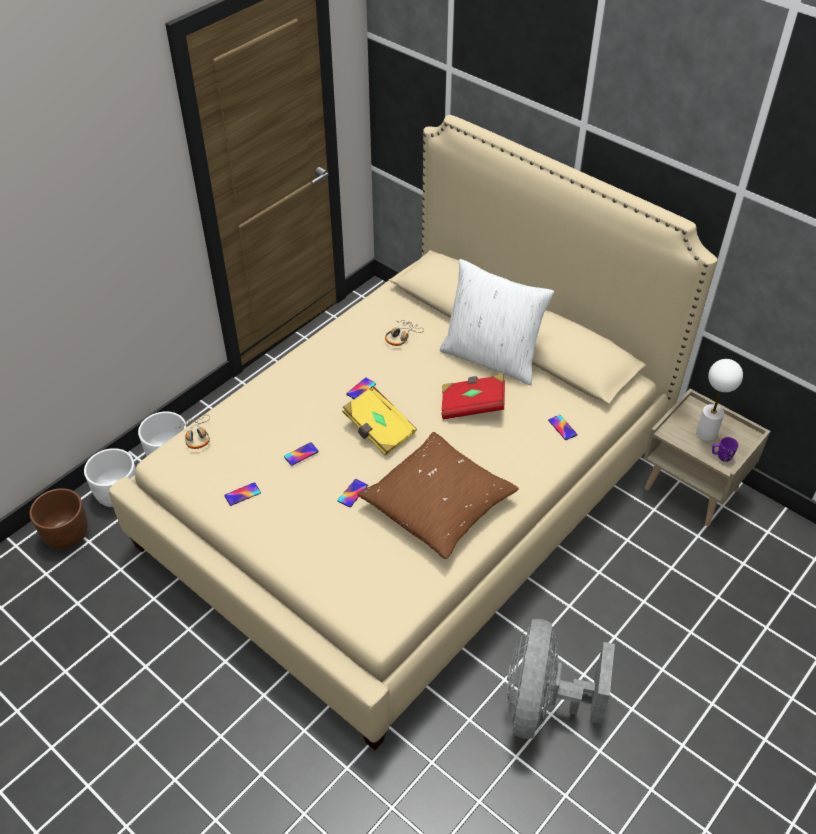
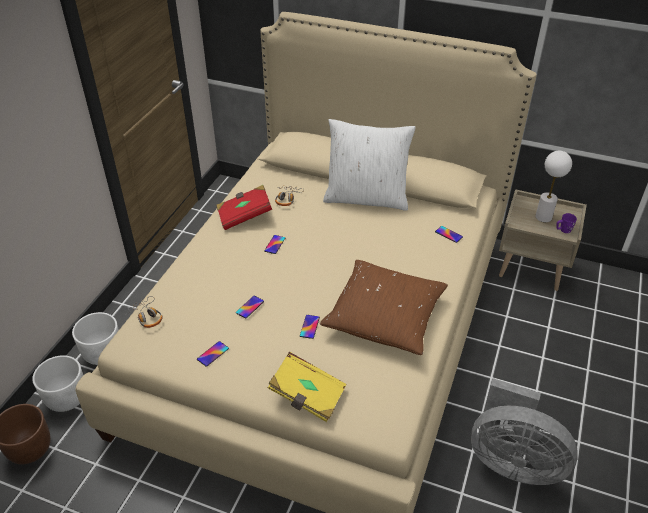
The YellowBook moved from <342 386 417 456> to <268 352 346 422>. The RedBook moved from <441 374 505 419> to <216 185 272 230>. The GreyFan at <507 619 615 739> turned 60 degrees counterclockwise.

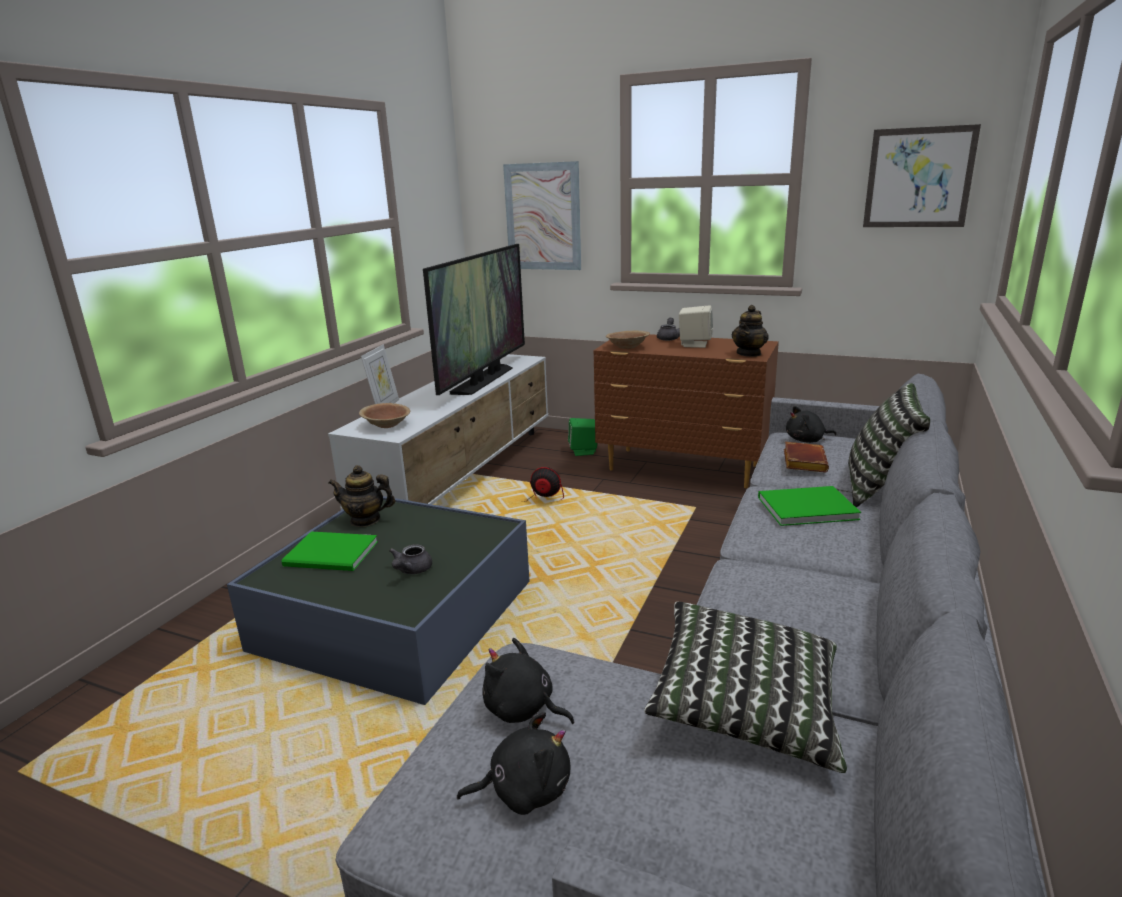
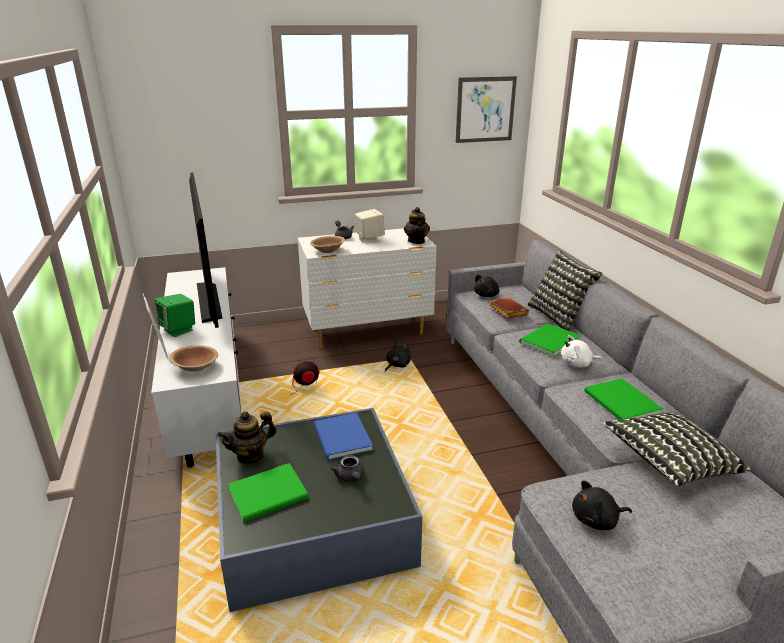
The Picture at <503 161 581 270> disappeared. The BlueBook at <314 413 373 460> appeared. The WhitePlushToy at <561 335 603 368> appeared. The GreenBook at <584 378 663 420> appeared. The BlackPlushToy moved from <457 712 570 815> to <385 342 411 372>. The GreenSpeaker moved from <568 418 597 456> to <155 294 195 337>. The BrownDresser at <594 334 779 488> became the WhiteDresser at <298 228 437 348>.

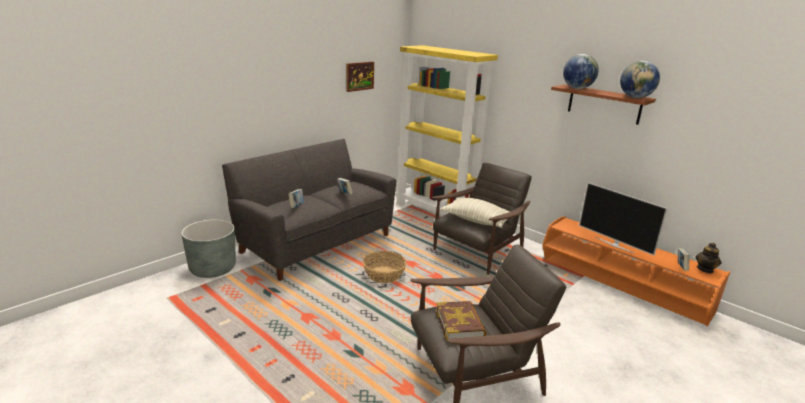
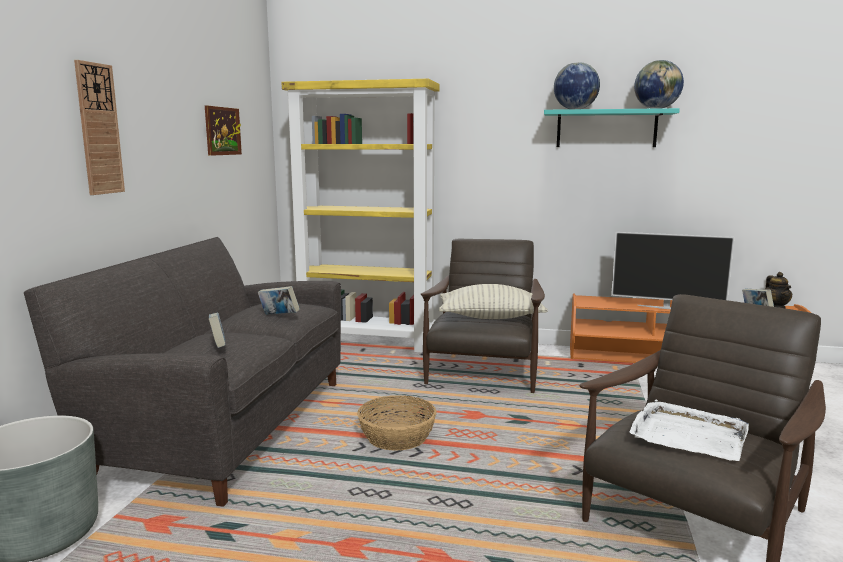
The WallClock at <74 60 125 195> appeared. The Book at <436 301 487 340> was replaced by the WhiteTray at <630 399 749 461>. The BrownShelf at <551 84 656 125> became the TurquoiseShelf at <544 108 680 147>.

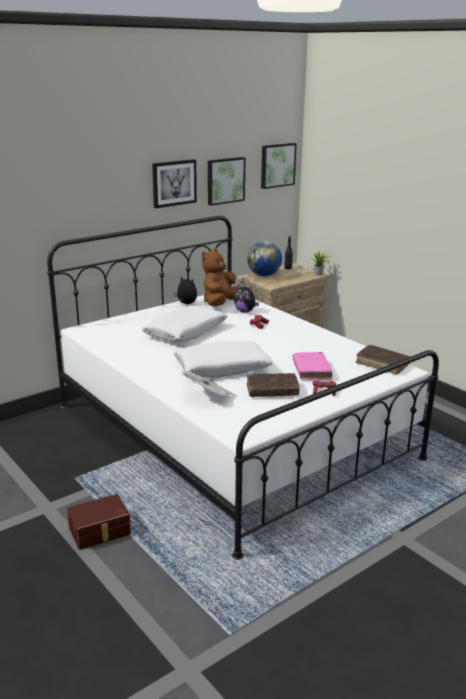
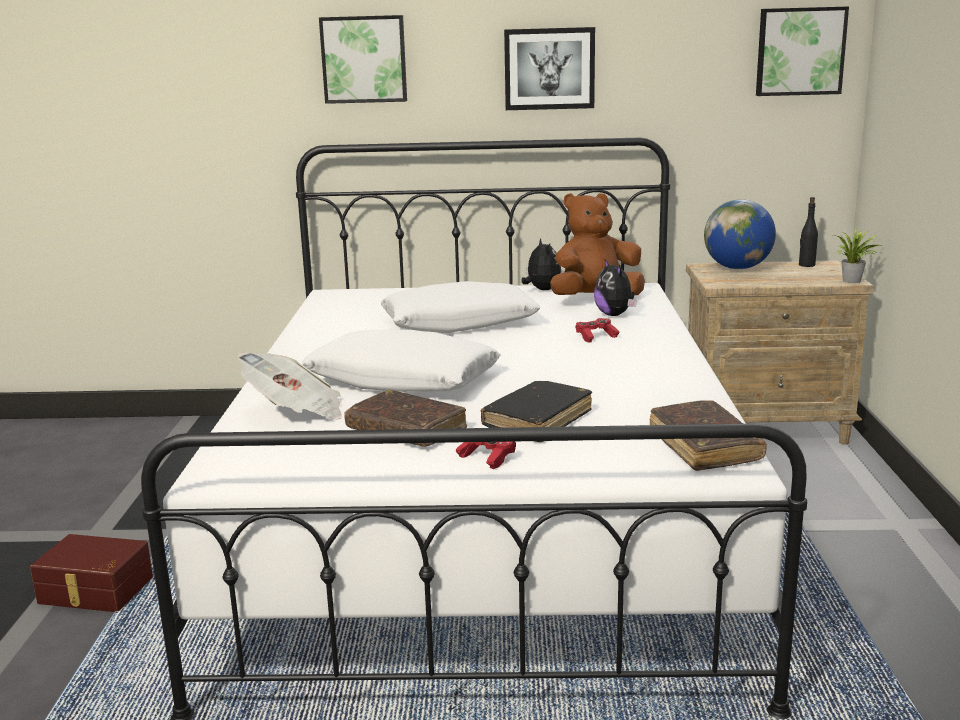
The Picture moved from <208 157 246 206> to <319 15 407 104>. The PinkBook at <293 352 332 380> became the BlackBook at <481 381 592 442>.

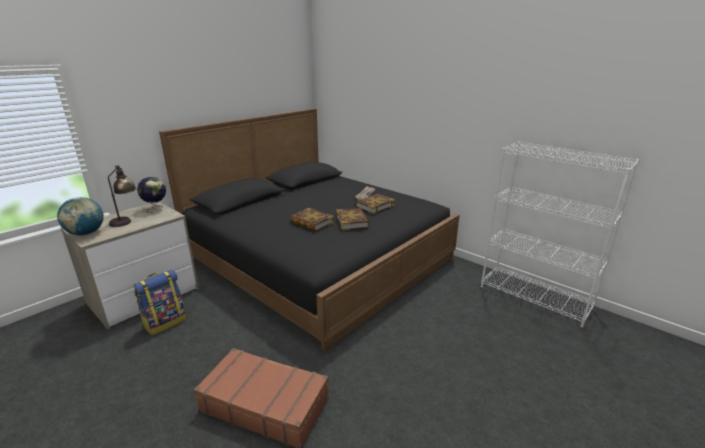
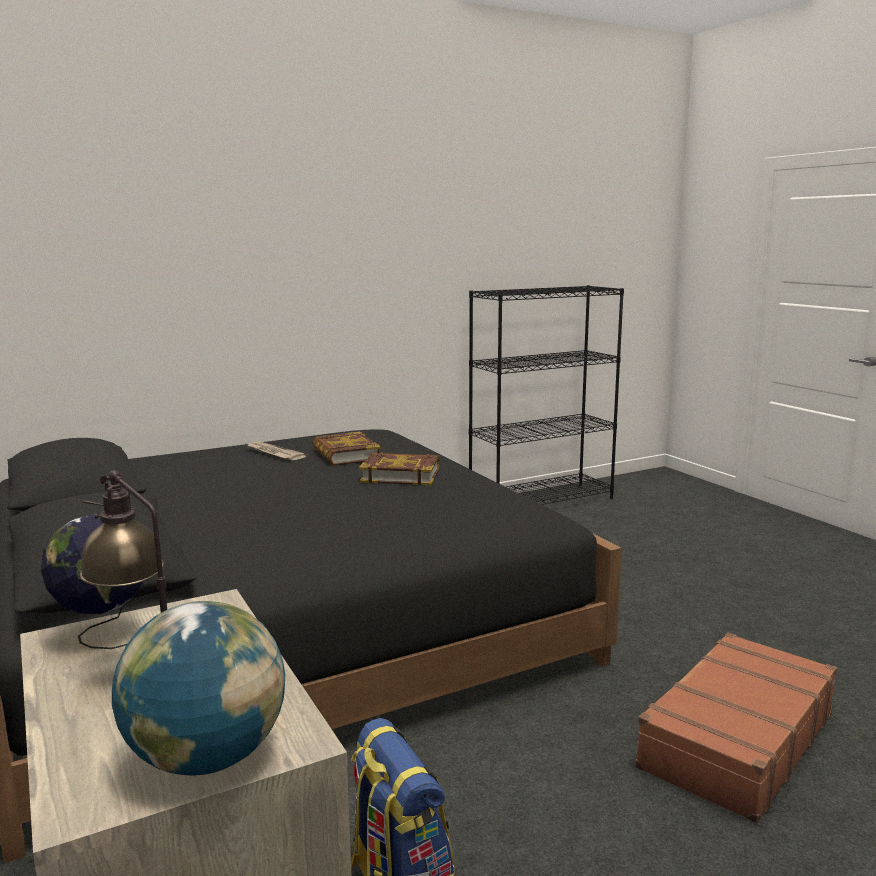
The Book at <290 208 334 231> disappeared. The WhiteBookcase at <481 141 639 328> became the BlackBookcase at <469 285 624 505>.

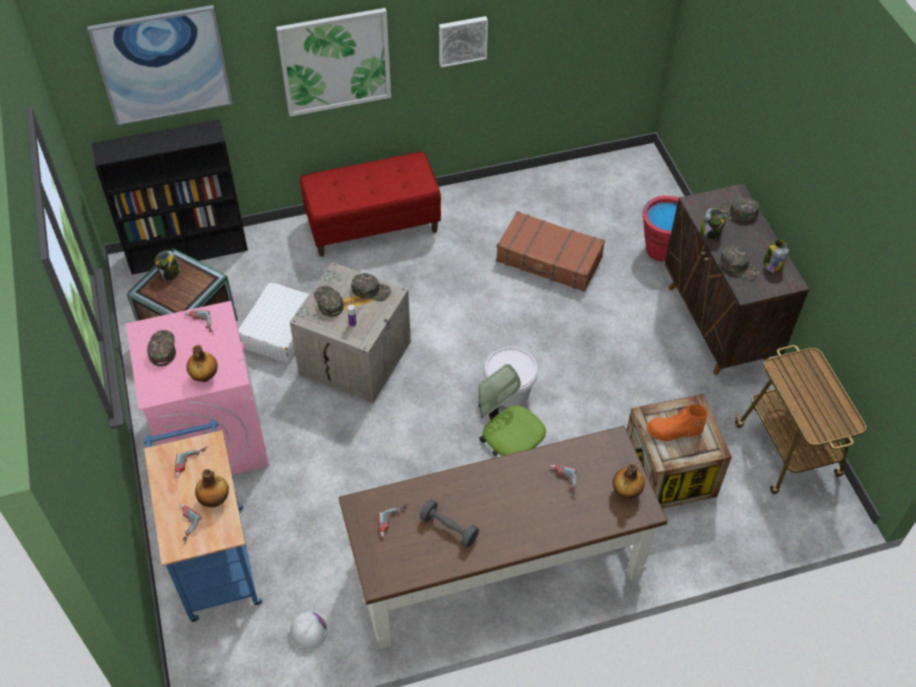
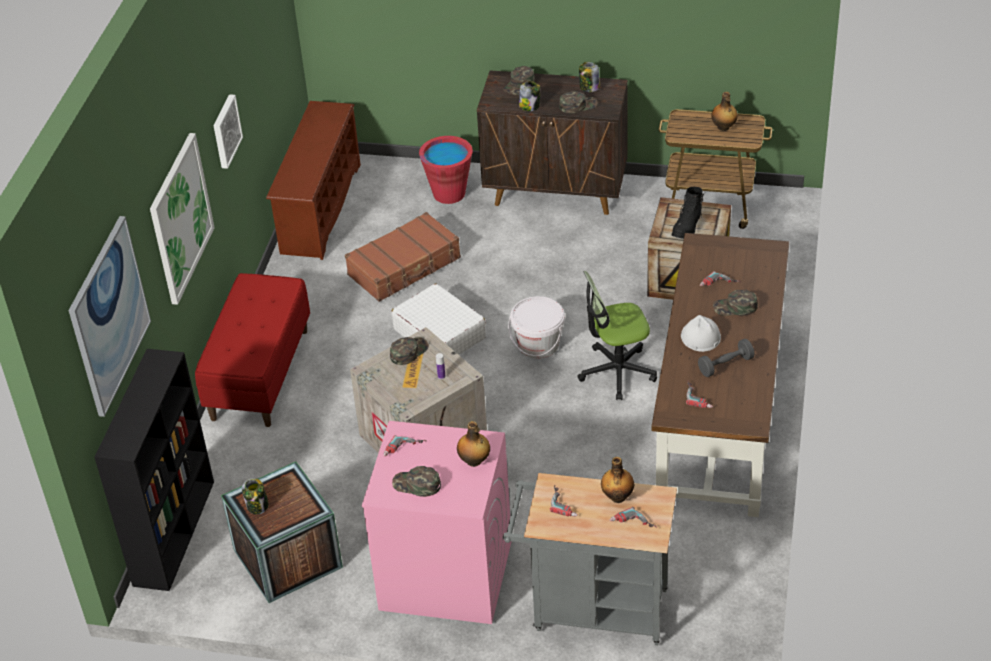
The BrownShoeRack at <266 101 361 260> appeared. The WhiteSuitcase moved from <238 282 309 364> to <392 283 486 355>. The WhiteHardHat moved from <289 611 332 651> to <681 315 721 352>. The GreenCap moved from <314 286 344 317> to <713 289 758 316>. The Bottle moved from <613 463 645 499> to <711 92 738 131>. The BlueCart at <143 420 262 622> became the GreyCart at <503 473 677 645>. The OrangeBoot at <646 404 708 442> became the BlackBoot at <672 187 704 239>.

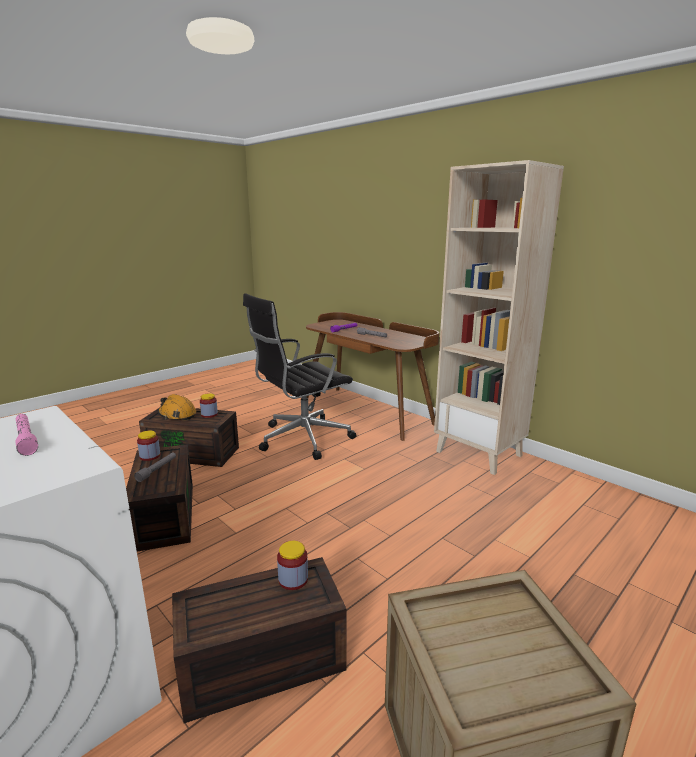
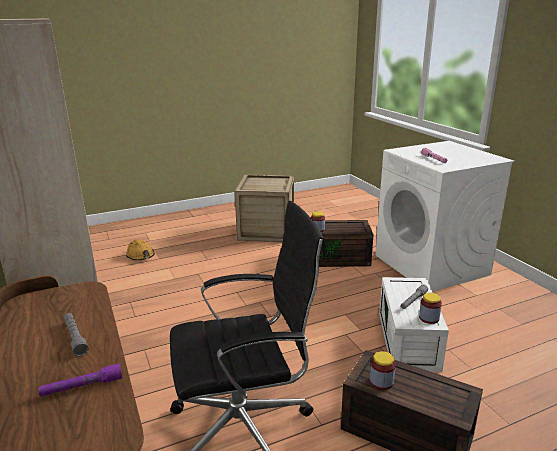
The OrangeHardHat moved from <158 394 196 420> to <126 239 155 260>. The BrownStorageBox at <126 444 193 552> became the WhiteStorageBox at <379 277 449 372>.

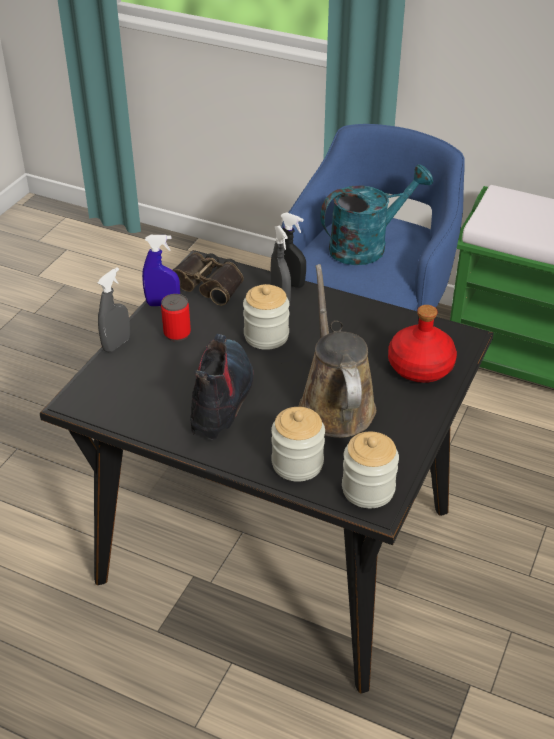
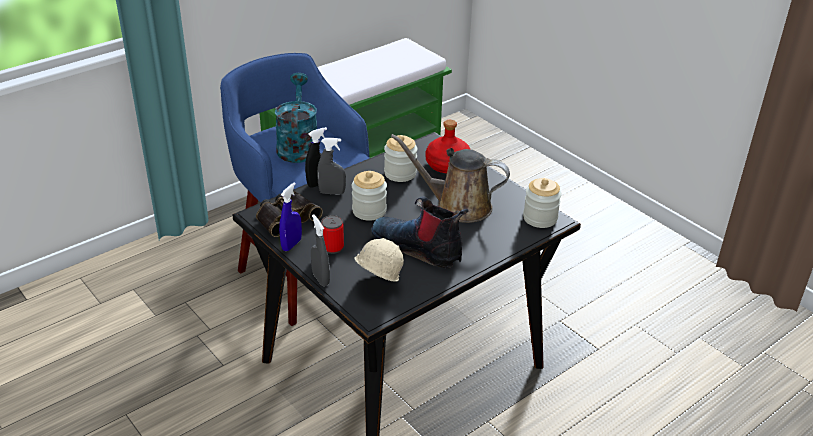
The BeigeHardHat at <354 238 404 282> appeared. The Jar moved from <271 407 325 482> to <384 135 417 182>.

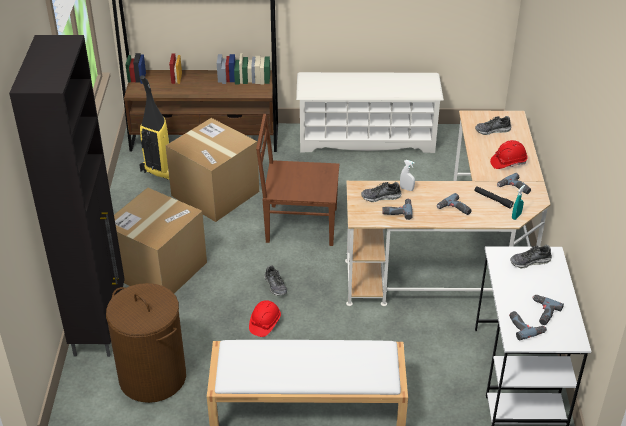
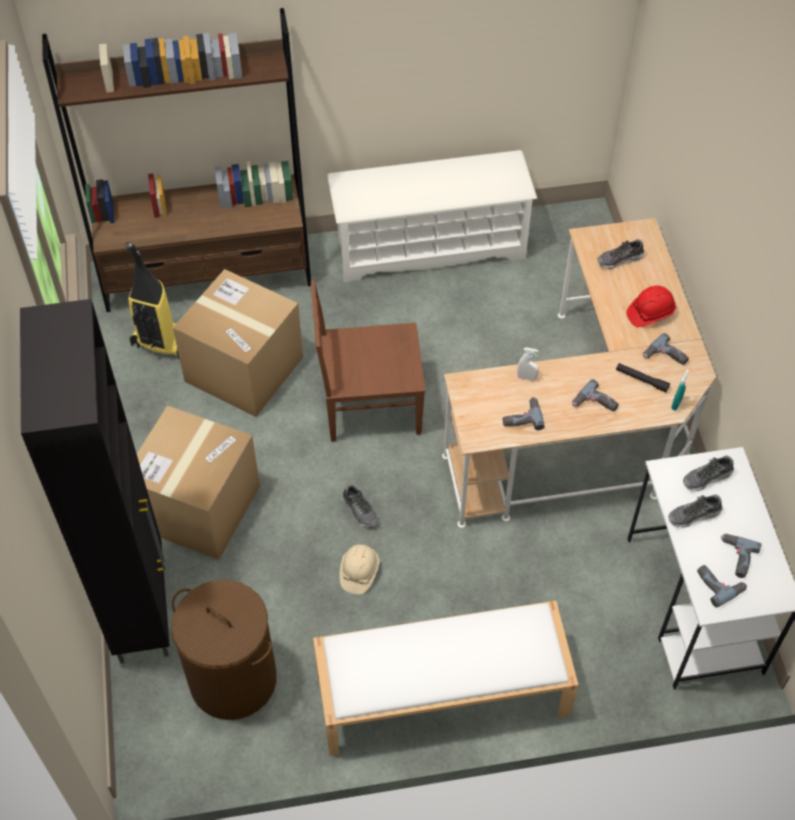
The Shoe moved from <361 182 402 202> to <668 495 723 528>. The RedHardHat at <249 300 281 337> became the BeigeHardHat at <340 544 379 594>.

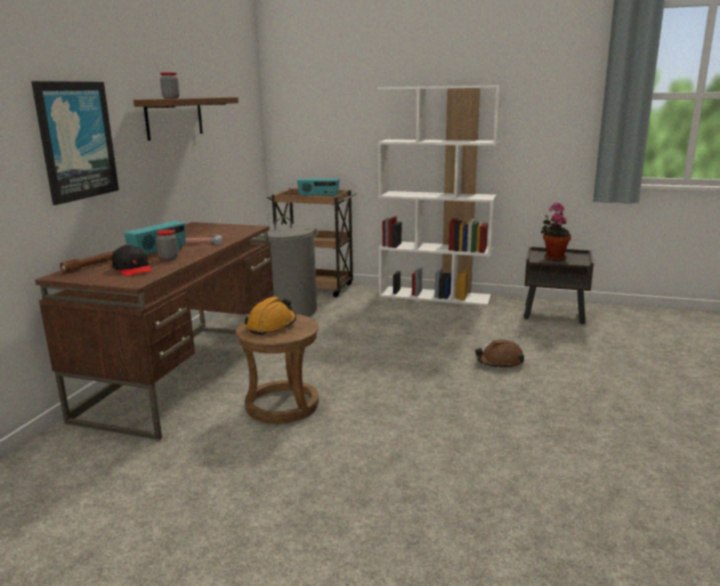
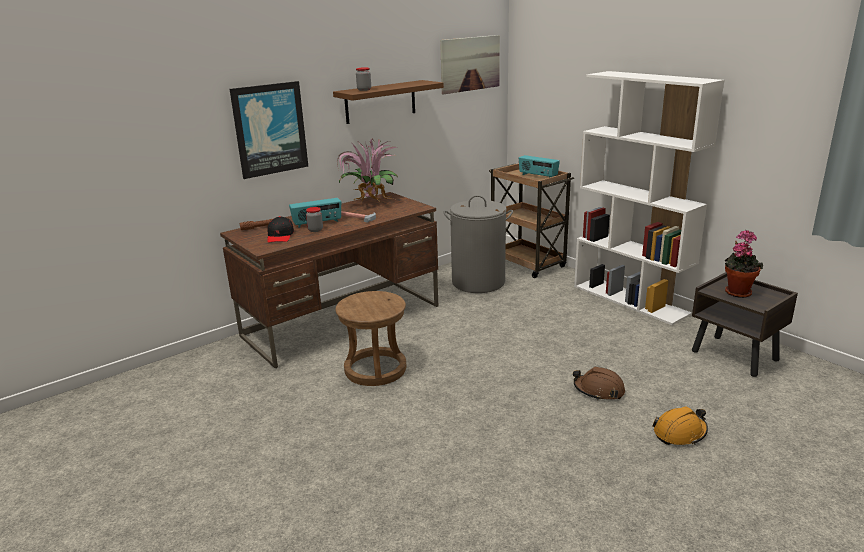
The PottedPlant at <337 139 398 204> appeared. The Picture at <440 35 500 94> appeared. The OrangeHardHat moved from <244 296 296 335> to <652 406 708 445>.

